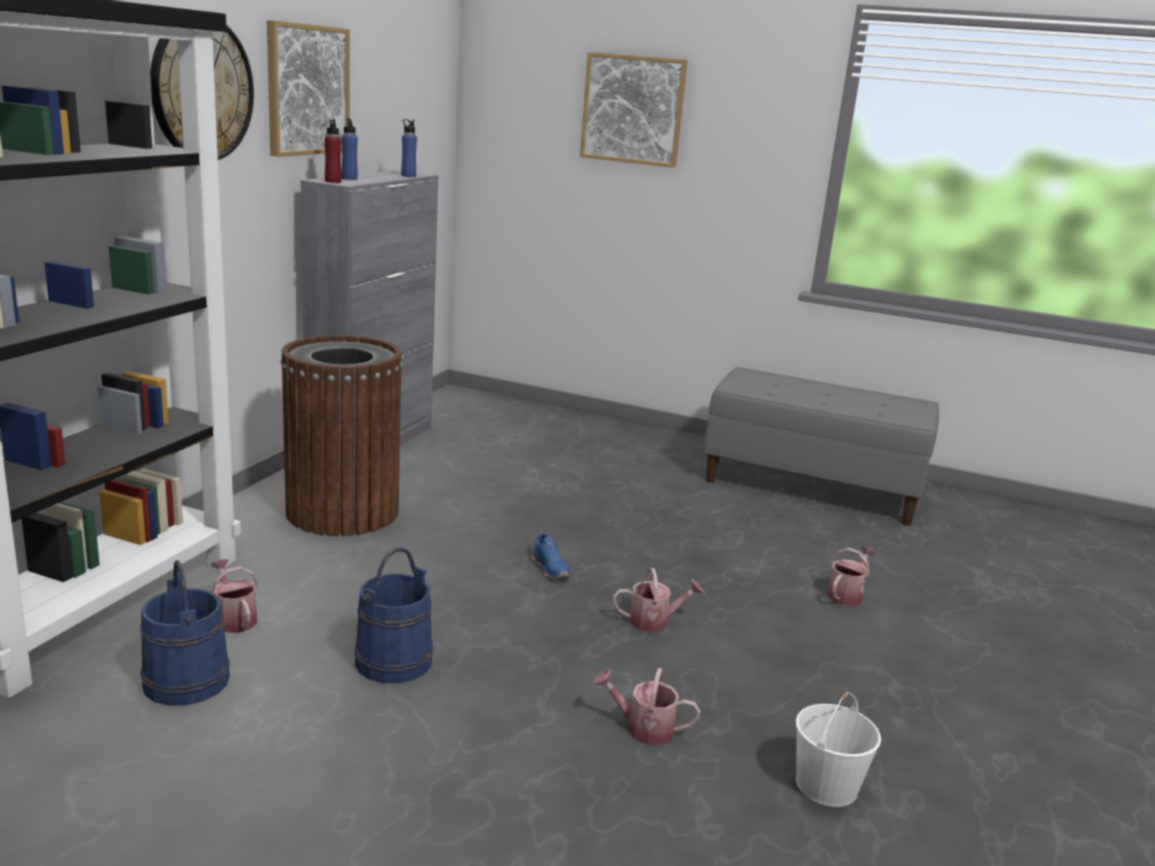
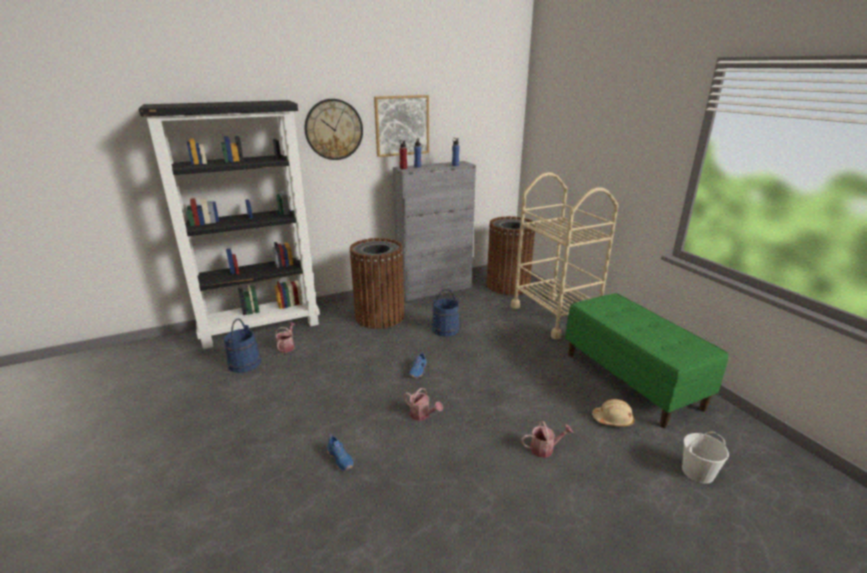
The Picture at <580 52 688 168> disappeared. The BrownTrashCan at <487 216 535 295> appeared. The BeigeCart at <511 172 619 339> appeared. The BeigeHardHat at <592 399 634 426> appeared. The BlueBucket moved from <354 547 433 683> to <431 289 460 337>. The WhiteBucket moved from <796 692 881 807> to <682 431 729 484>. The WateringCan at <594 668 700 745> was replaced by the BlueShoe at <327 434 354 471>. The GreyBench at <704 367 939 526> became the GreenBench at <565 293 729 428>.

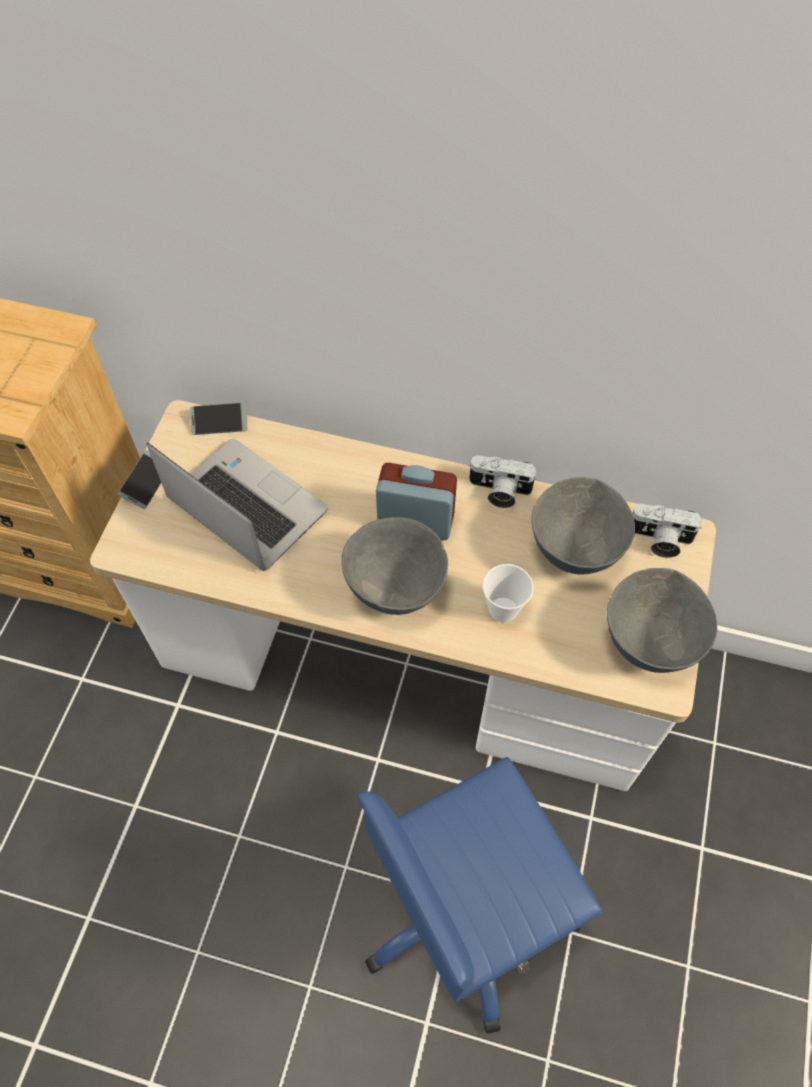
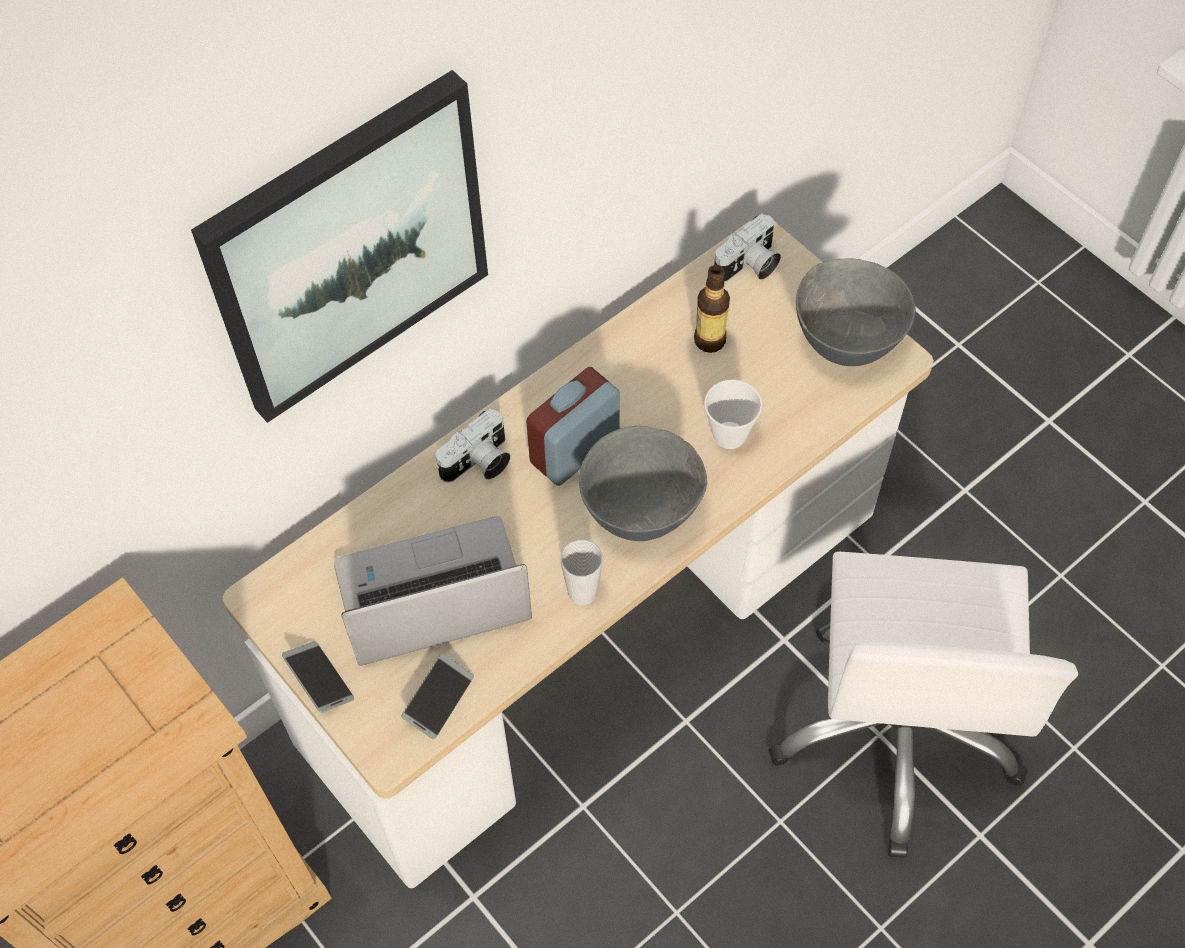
The Picture at <191 70 488 423> appeared. The Cup at <560 540 603 605> appeared. The Phone moved from <190 403 248 435> to <401 653 474 739>. The PhotoCamera moved from <468 455 537 508> to <436 409 511 483>. The GreyBowl at <531 477 635 575> was replaced by the Bottle at <694 265 730 353>. The BlueOfficeChair at <358 757 602 1034> became the WhiteOfficeChair at <769 552 1078 858>.

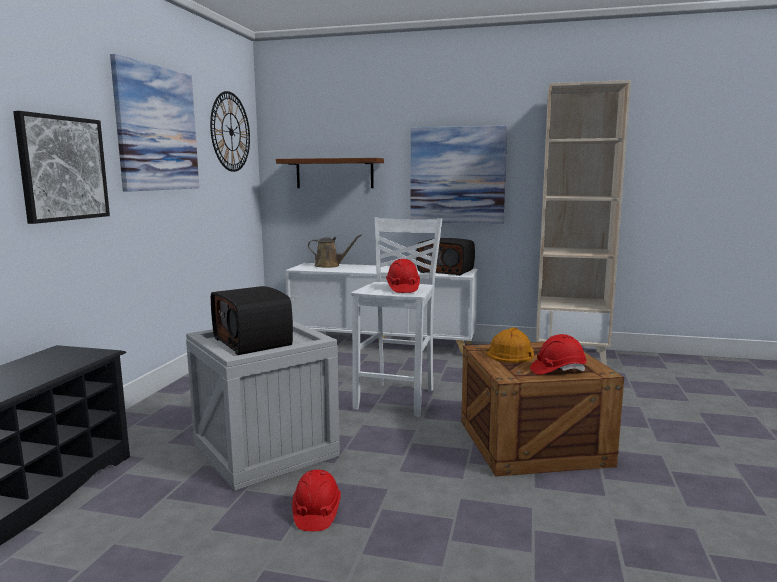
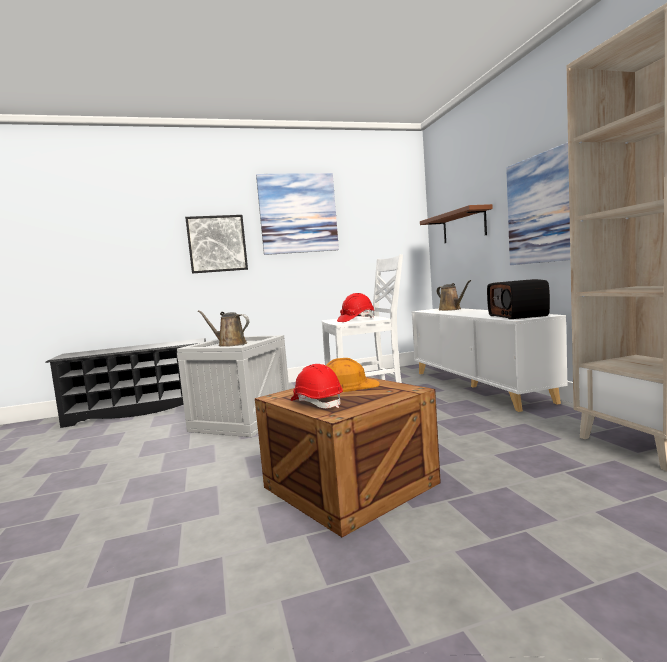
The WallClock at <210 91 250 172> disappeared. The RedHardHat at <292 470 341 531> disappeared. The Radio at <211 286 293 355> was replaced by the BrownWateringCan at <198 310 249 347>.

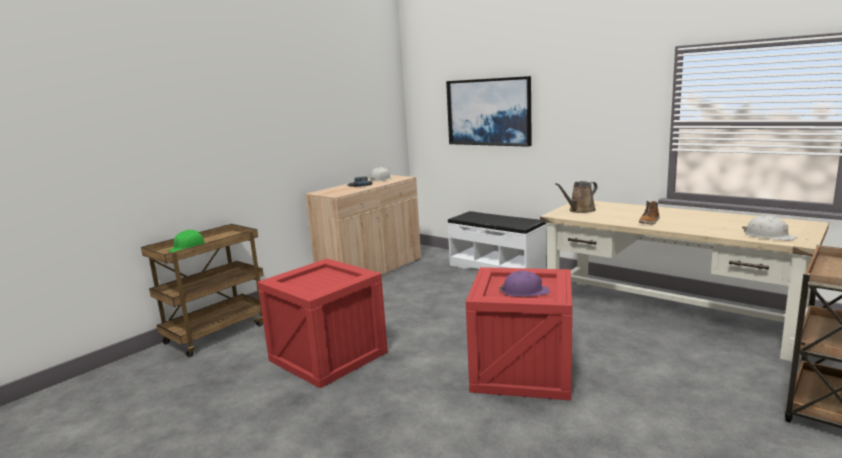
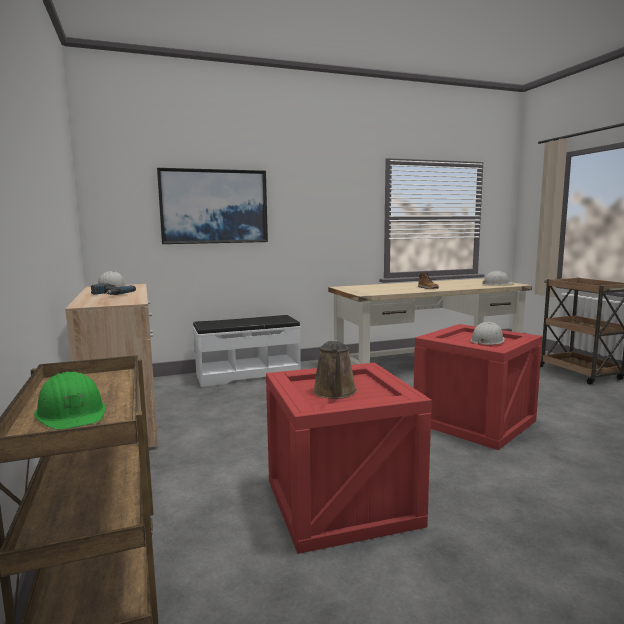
The BrownWateringCan moved from <555 181 597 213> to <313 340 357 399>. The PurpleHardHat at <499 271 550 297> became the WhiteHardHat at <471 322 505 345>.

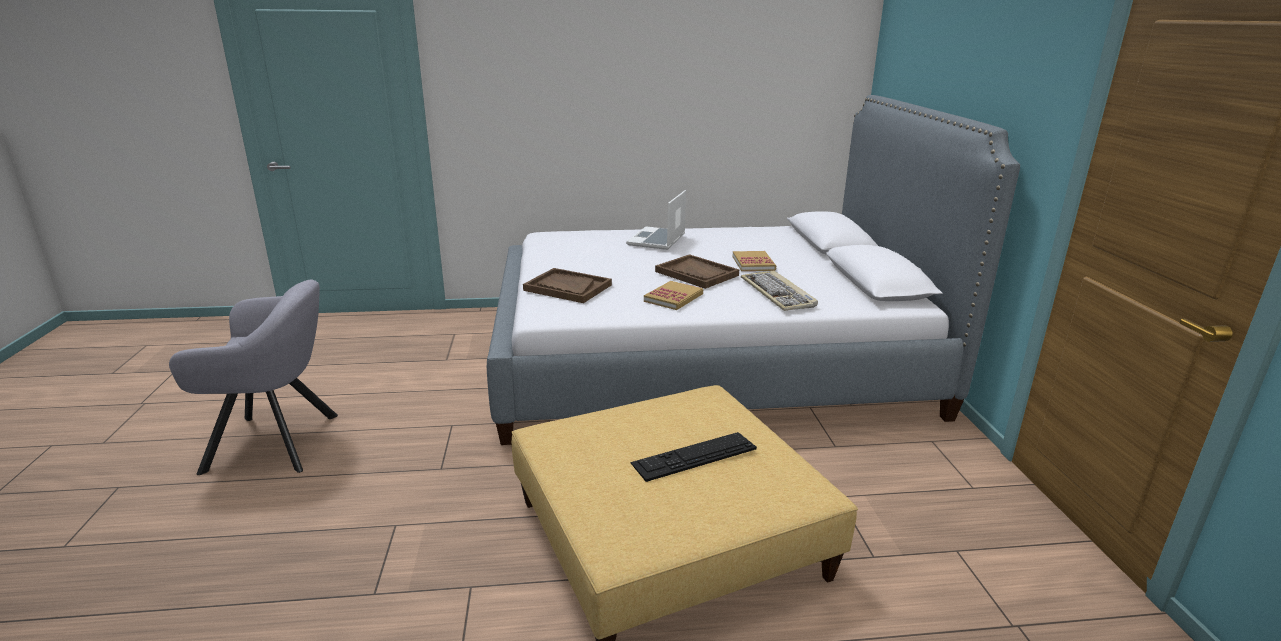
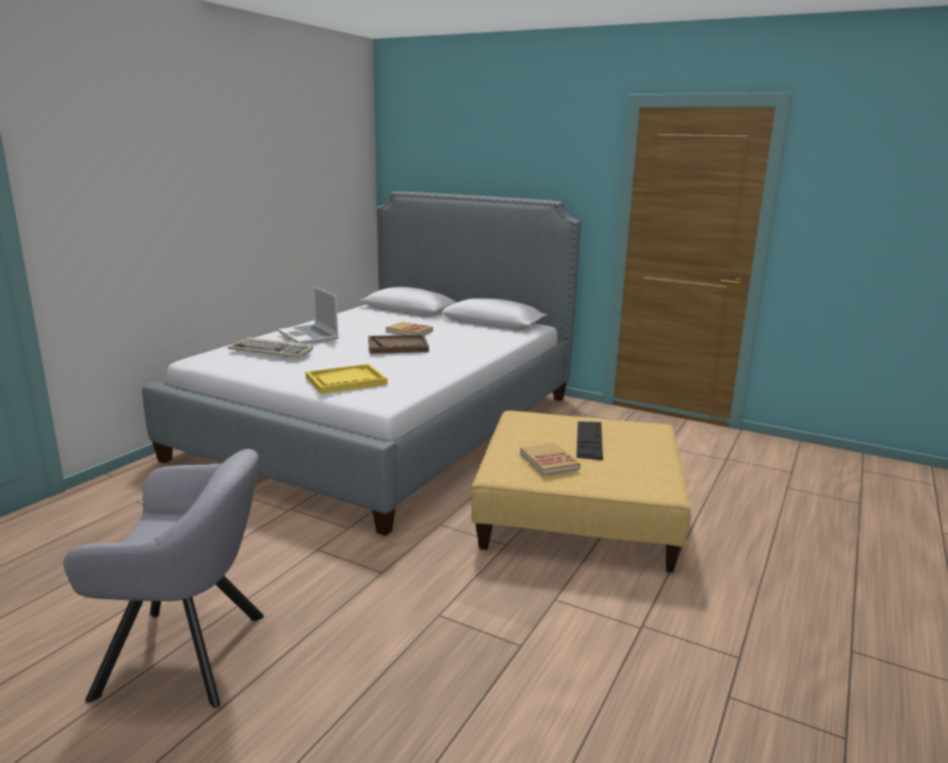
The Book moved from <644 281 703 310> to <520 443 580 476>. The Keyboard moved from <741 270 818 311> to <228 337 313 358>. The BrownTray at <523 268 612 303> became the YellowTray at <306 364 388 394>. The GreyArmchair at <169 280 338 475> turned 60 degrees clockwise.

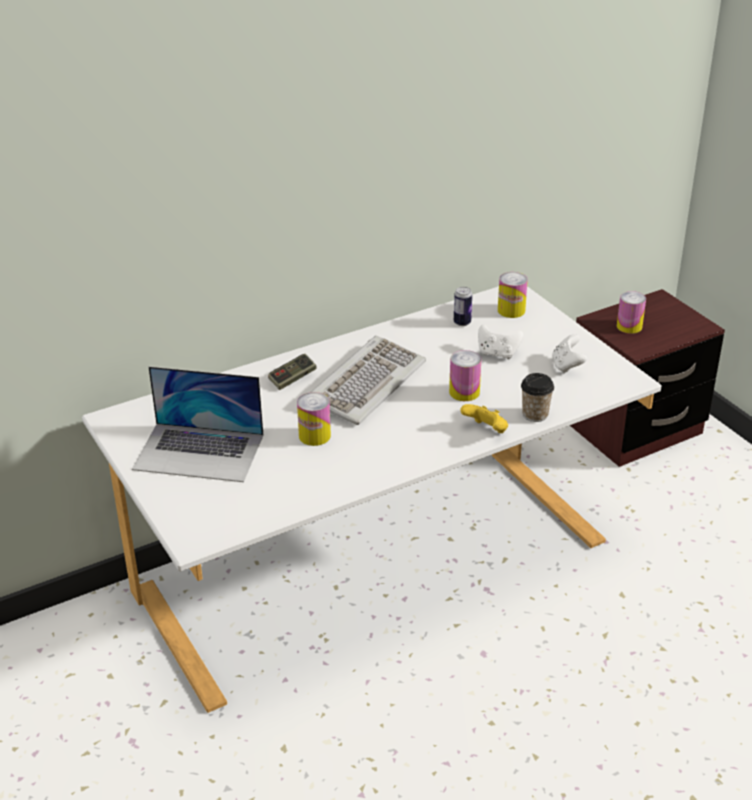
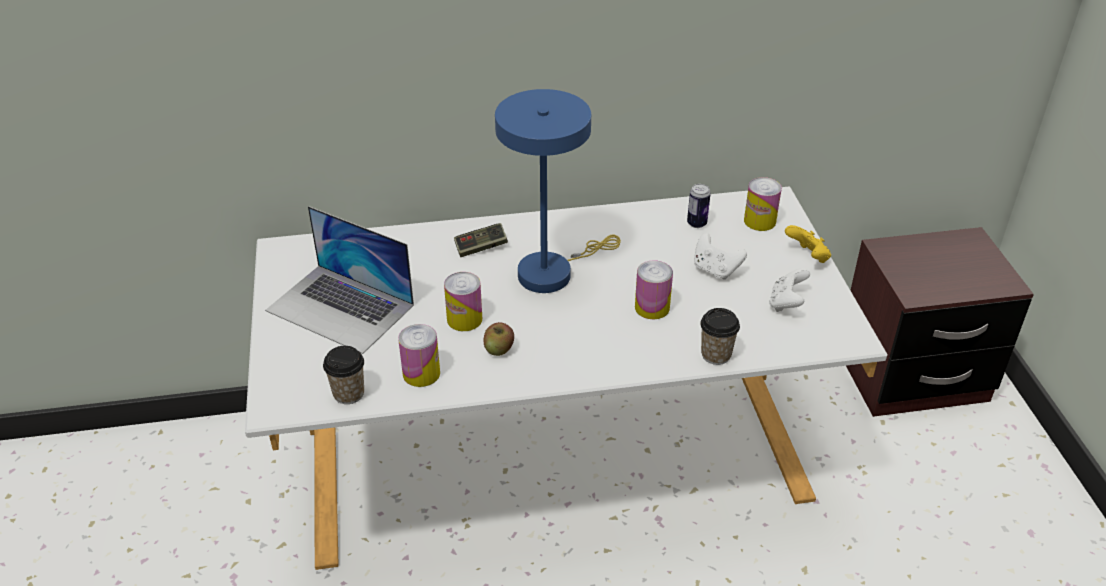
The Cup at <323 346 364 404> appeared. The Apple at <484 322 514 356> appeared. The YellowGameController moved from <460 404 508 433> to <785 225 831 263>. The Can moved from <617 291 646 334> to <398 324 440 387>. The Keyboard at <311 336 426 425> was replaced by the BlueTableLamp at <495 89 621 293>.

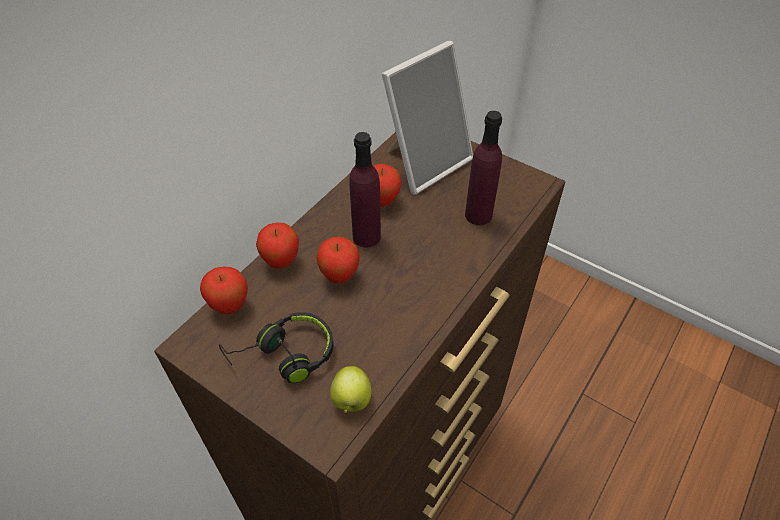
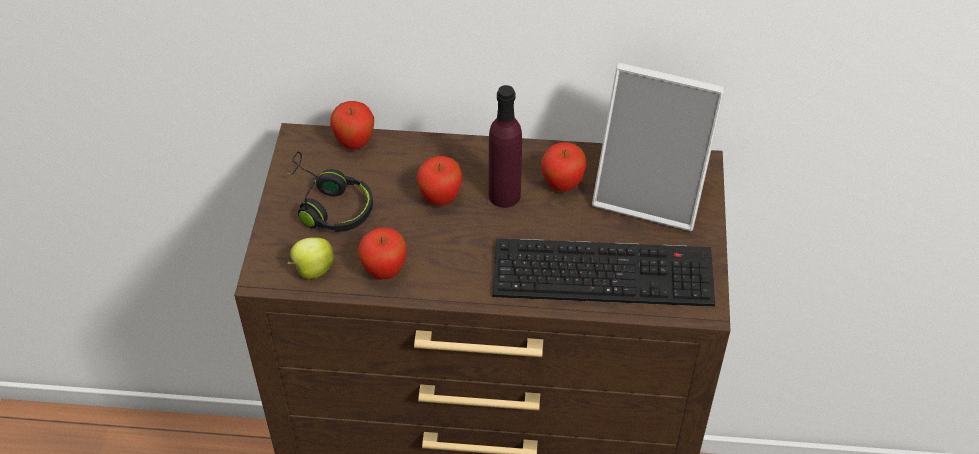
The Apple moved from <256 223 299 268> to <358 227 407 279>. The PurpleBottle at <465 111 502 225> was replaced by the Keyboard at <493 238 715 307>.

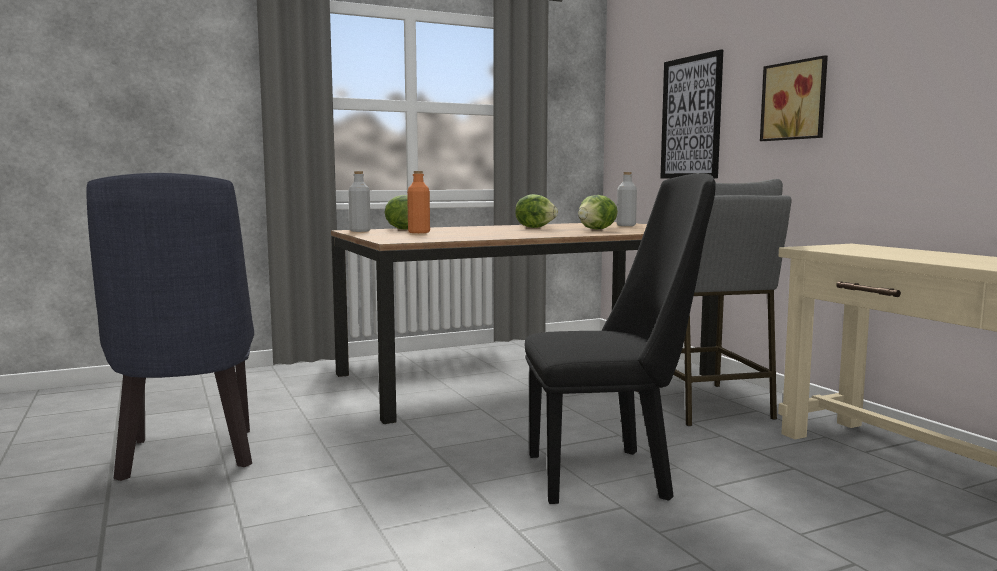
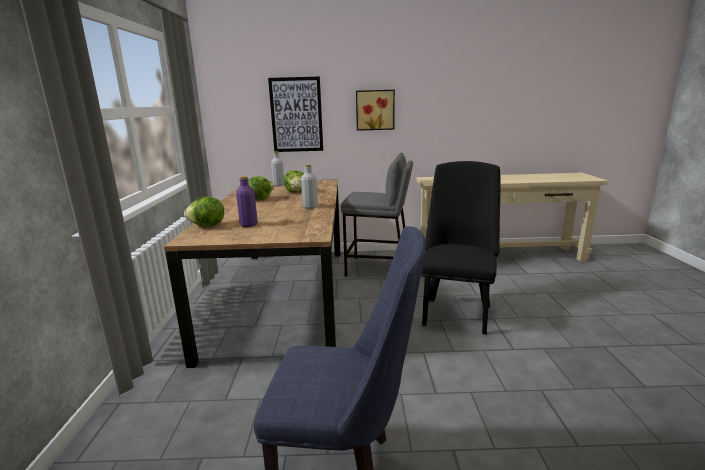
The GreyBottle moved from <348 171 371 232> to <301 164 318 209>. The OrangeBottle at <407 171 430 233> became the PurpleBottle at <236 176 258 227>.

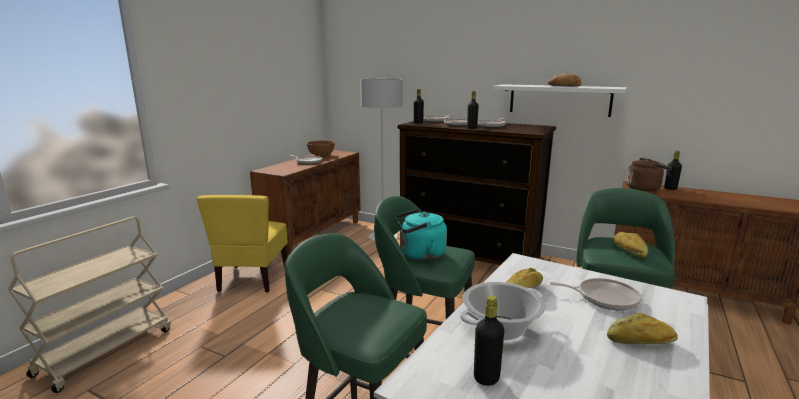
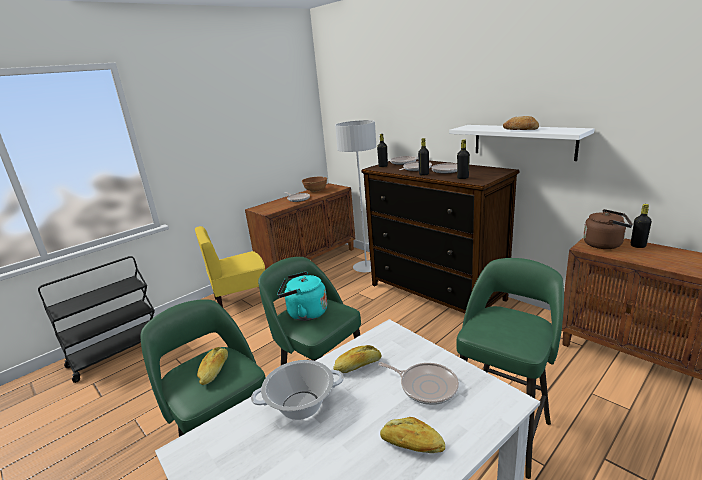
The BlackBottle moved from <474 296 504 386> to <457 139 470 179>. The Bread moved from <613 232 648 257> to <197 347 228 385>. The BeigeCart at <8 217 171 393> became the BlackCart at <38 256 155 383>. The YellowChair at <197 195 288 293> turned 45 degrees clockwise.

